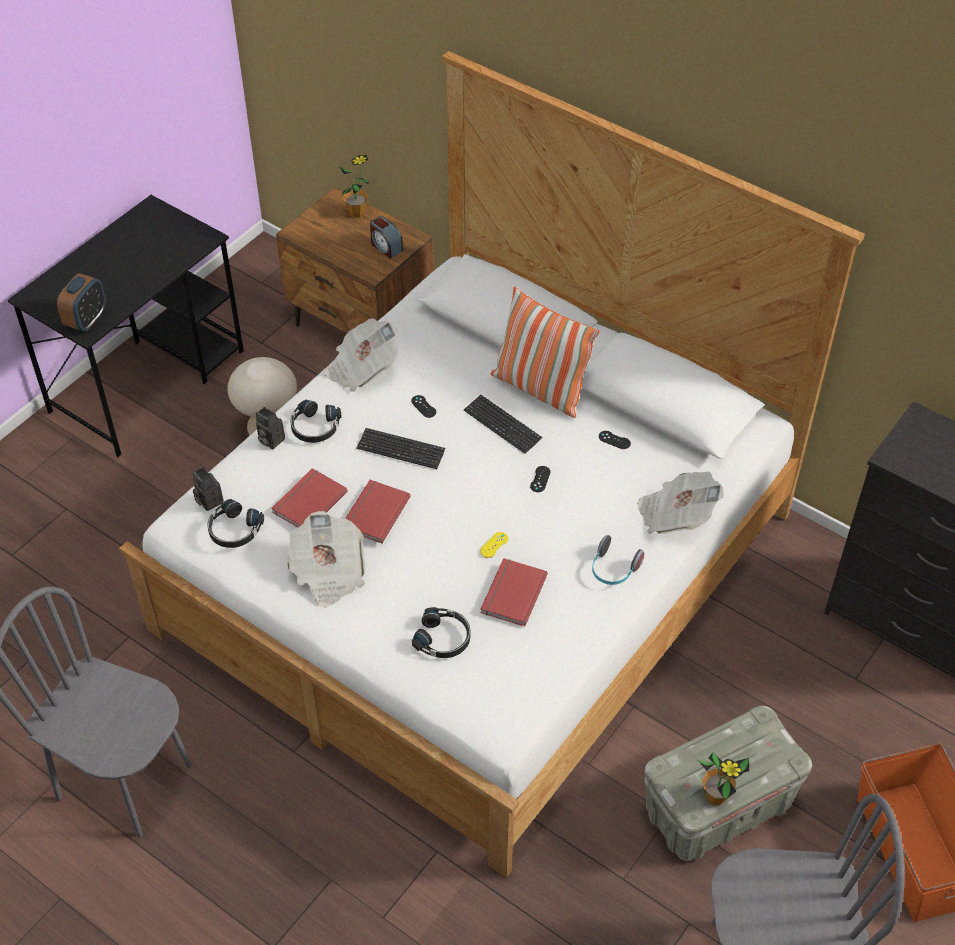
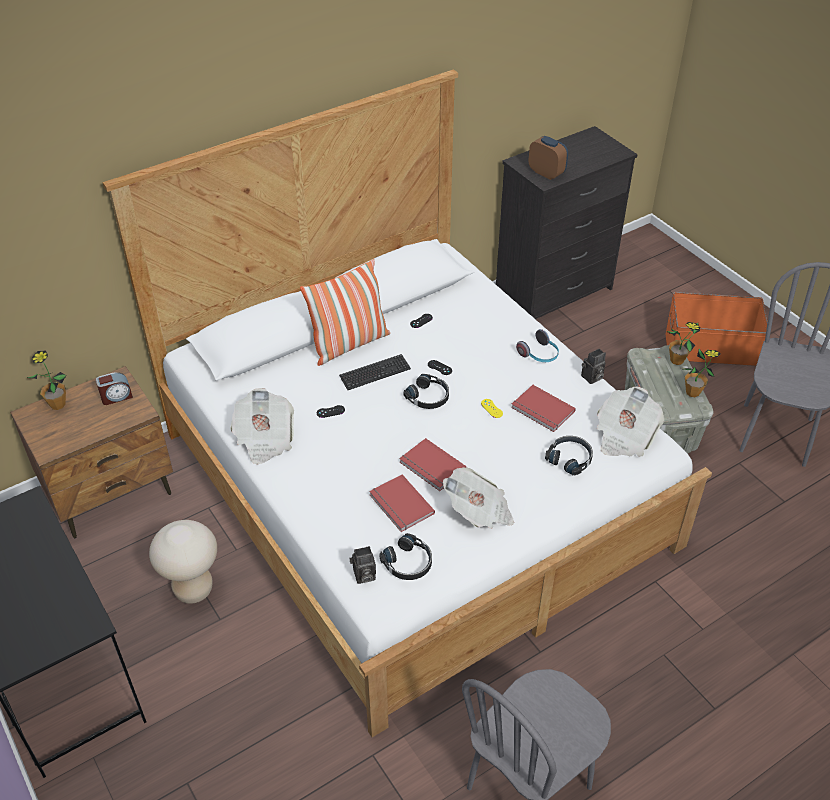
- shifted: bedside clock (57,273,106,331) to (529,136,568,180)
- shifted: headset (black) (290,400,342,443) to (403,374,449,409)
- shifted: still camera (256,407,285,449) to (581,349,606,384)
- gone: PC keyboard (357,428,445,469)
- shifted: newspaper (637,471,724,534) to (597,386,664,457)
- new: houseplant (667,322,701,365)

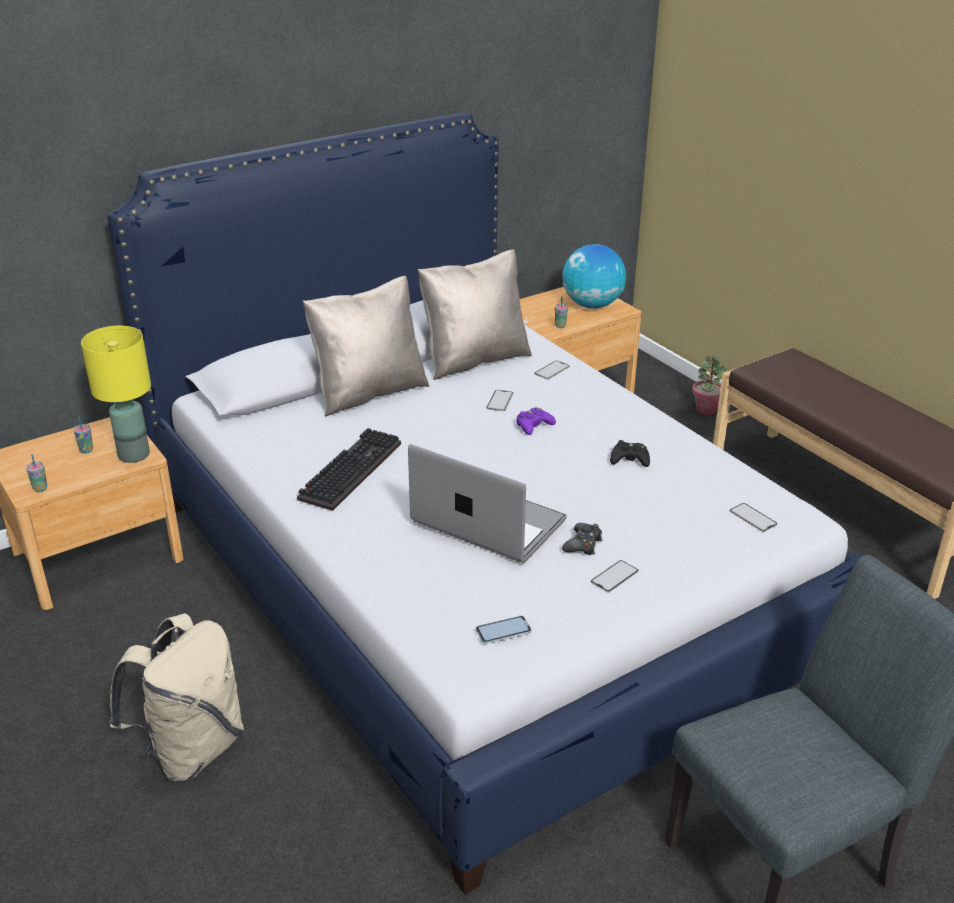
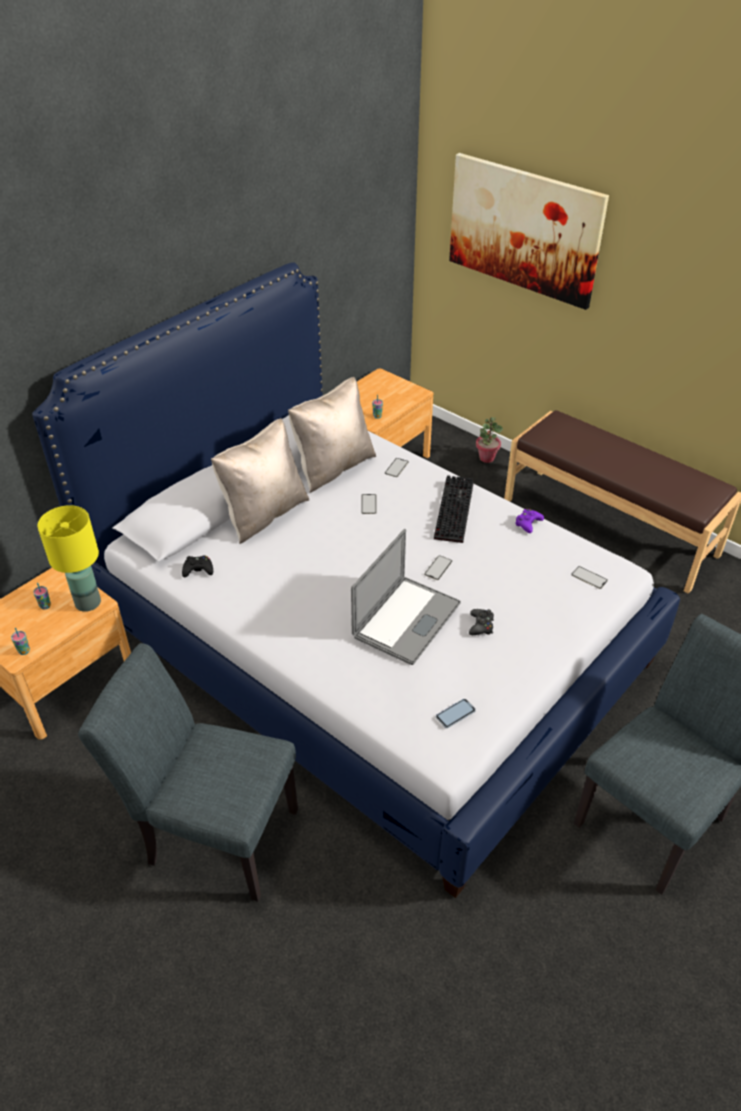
- gone: world globe (563,244,626,308)
- shifted: joypad (purple) (517,407,556,435) to (515,508,544,533)
- shifted: PC keyboard (297,428,401,511) to (434,475,474,543)
- shifted: joypad (black) (610,440,650,467) to (182,555,213,577)
- rotated: notebook computer (408,444,567,564) = (351,529,461,665) 105 degrees clockwise
- shifted: phone (591,560,638,592) to (424,555,452,580)
- swapped: backpack (beige-coloured) (109,613,244,783) to upright chair (grey) (78,643,298,902)
- new: picture (449,153,609,310)

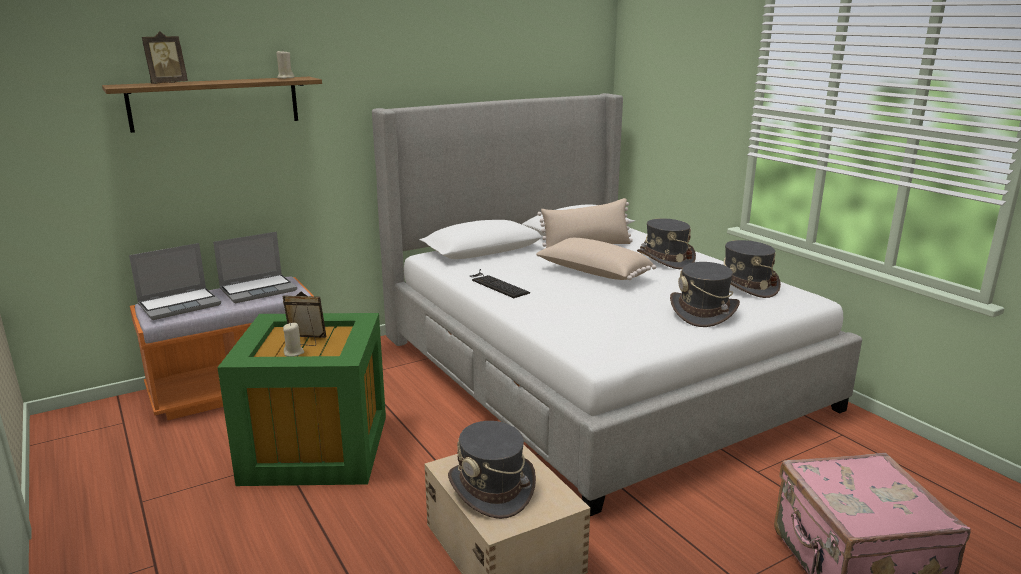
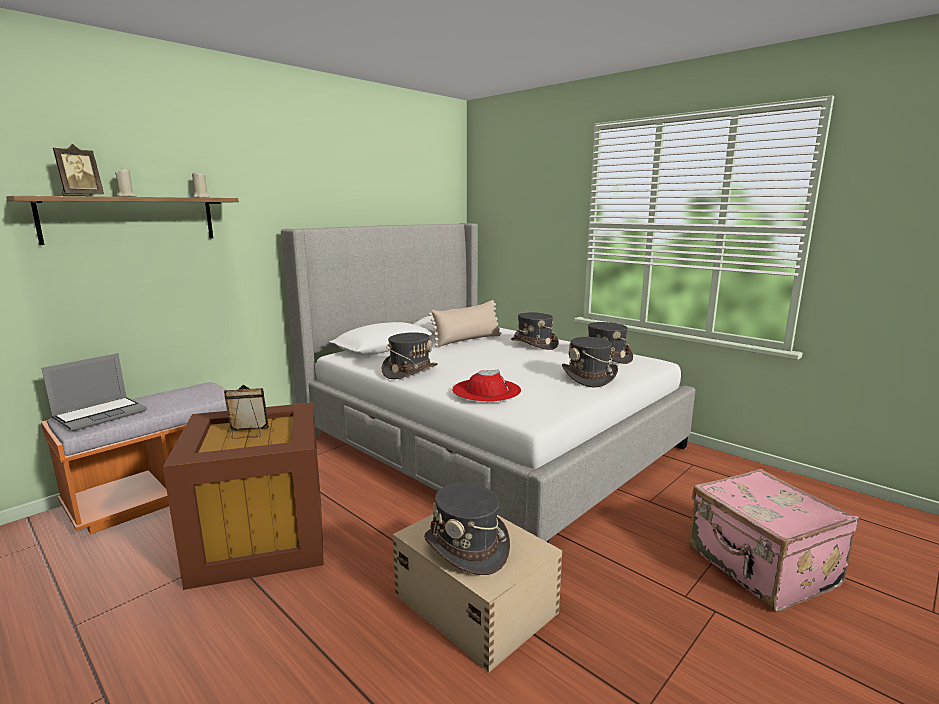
- gone: notebook computer (213,232,297,303)
- gone: throw pillow (beige-coloured) (536,238,656,280)
- swapped: PC keyboard (470,269,530,298) to clothing hat (grey) (382,332,438,379)
- repainted: storage bin (greenish) (217,313,386,486) to storage bin (brown) (163,403,324,590)
- shifted: candle (beige-coloured) (283,323,304,357) to (115,169,136,197)
- new: clothing hat (red-coloured) (452,369,521,402)

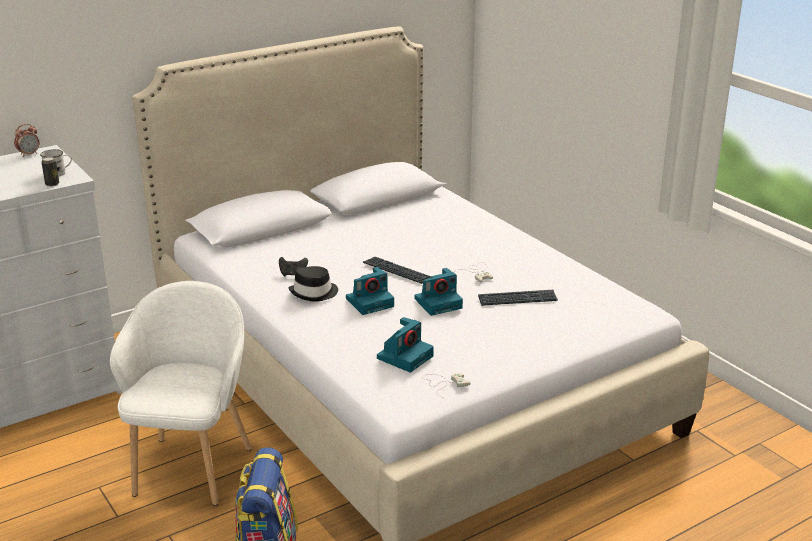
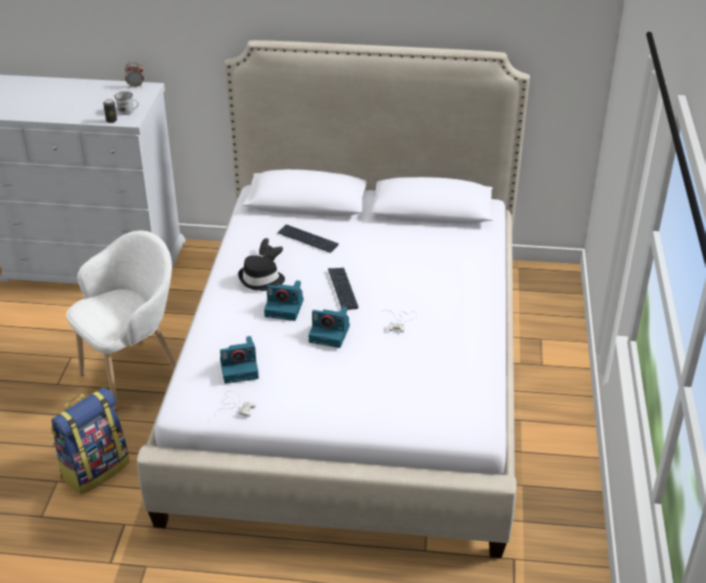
- shifted: PC keyboard (478,290,558,306) to (277,224,339,253)

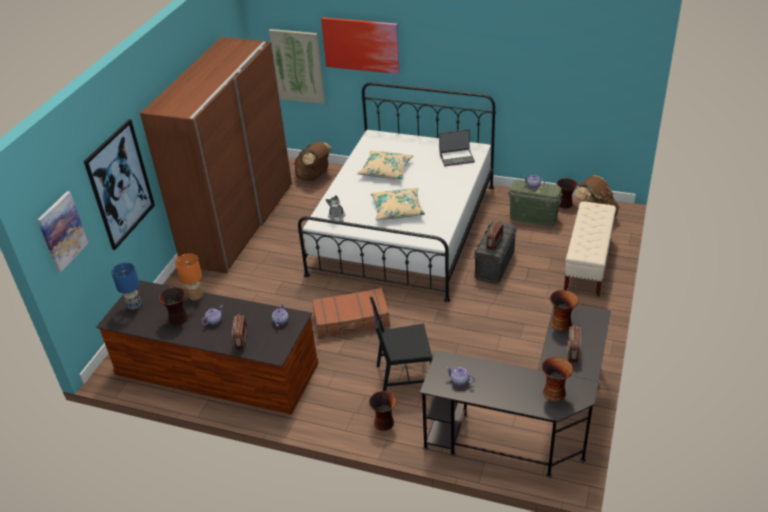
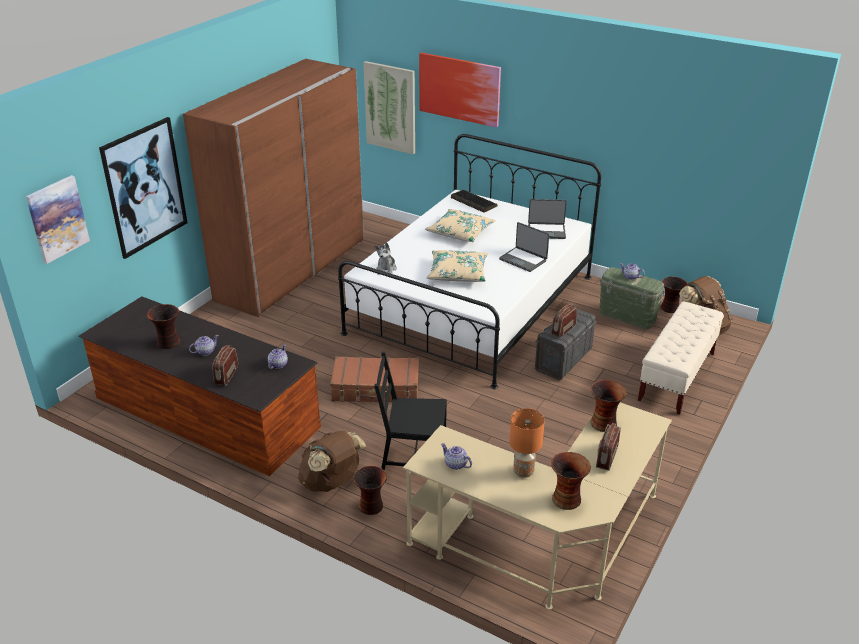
- shifted: backpack (brown) (294,141,333,181) to (298,431,366,492)
- shifted: lamp for a table (orange) (175,253,203,301) to (509,408,545,478)
- gone: lamp for a table (bluish) (111,262,141,310)
- repainted: desk table (black) (420,305,611,478) to desk table (beige-coloured) (403,402,672,610)
- new: PC keyboard (451,190,498,213)
- new: notebook computer (499,222,549,272)

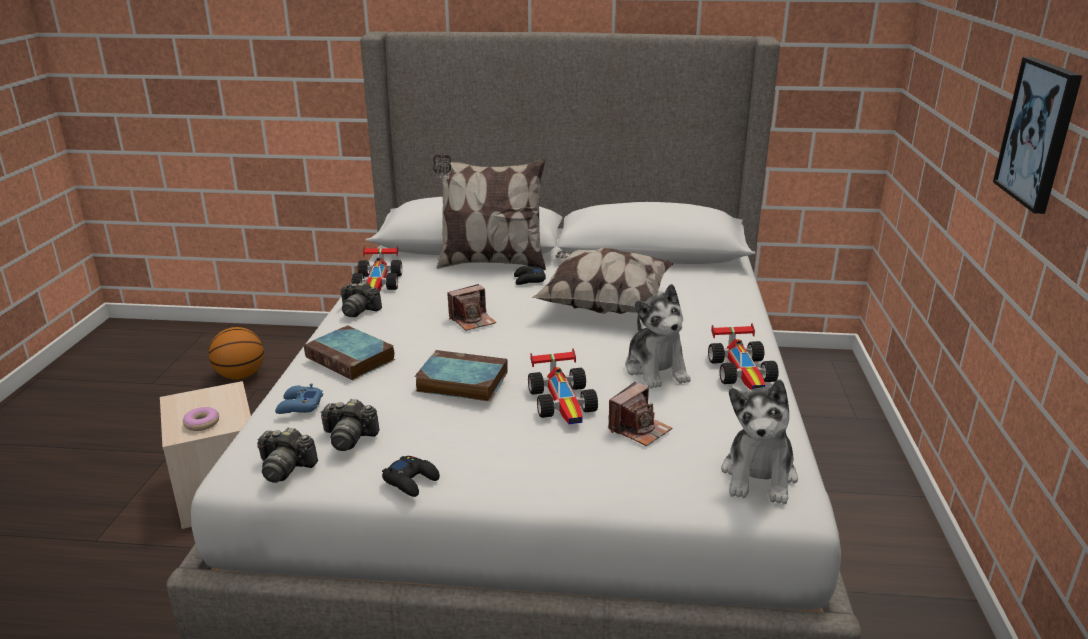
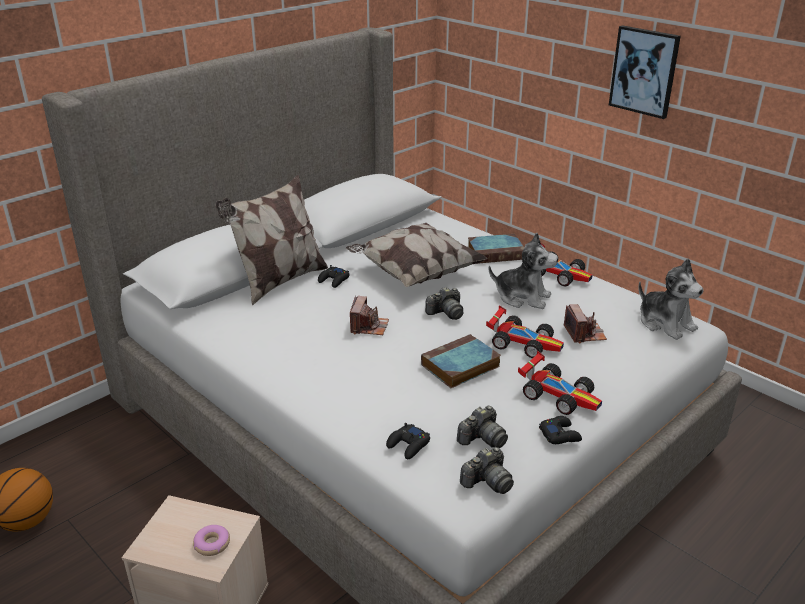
- shifted: toy car (352,246,402,291) to (518,351,602,415)
- shifted: still camera (341,281,382,317) to (425,287,463,320)
- shifted: book (304,325,395,380) to (468,234,524,264)
- repainted: joypad (bluish) (275,383,323,414) to joypad (black) (386,423,430,459)

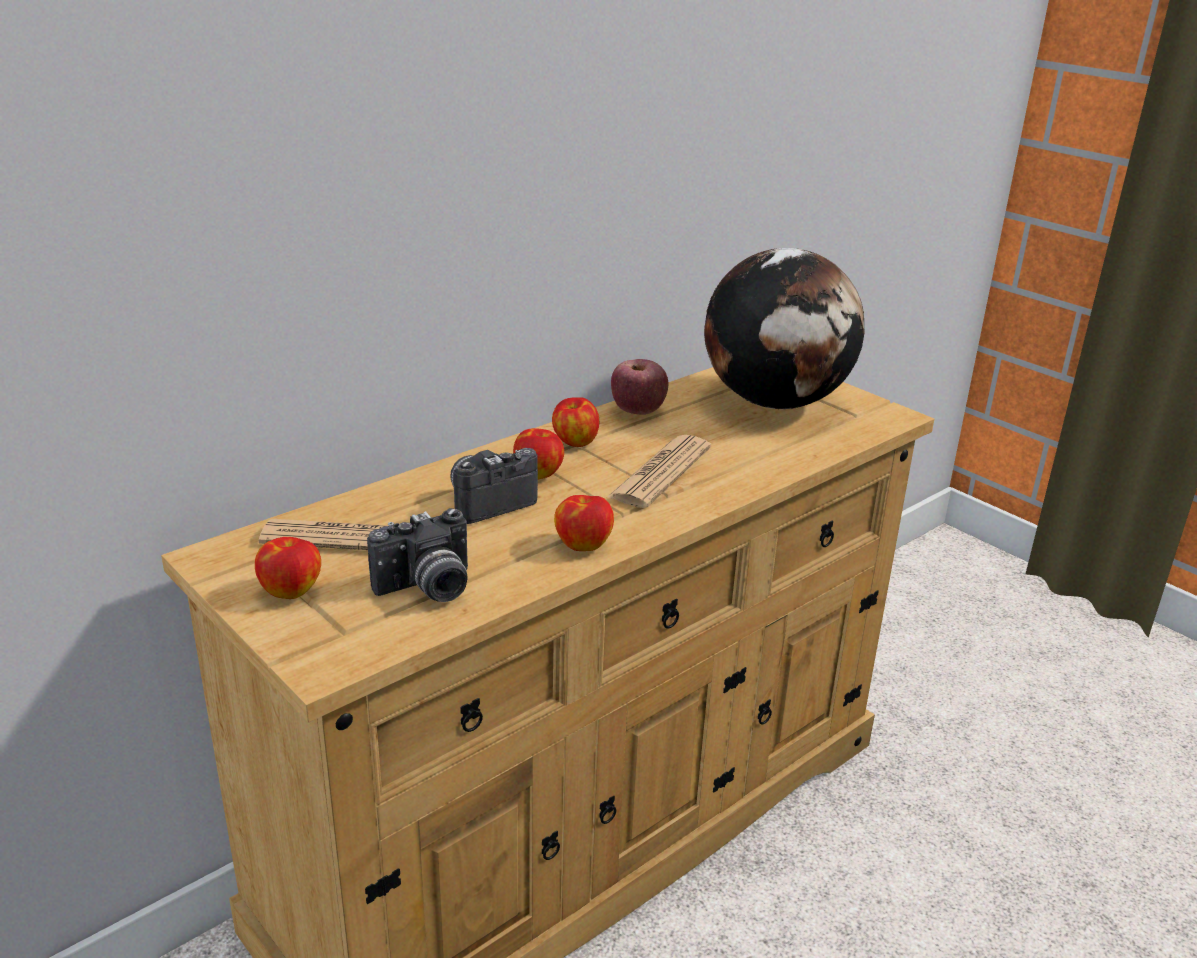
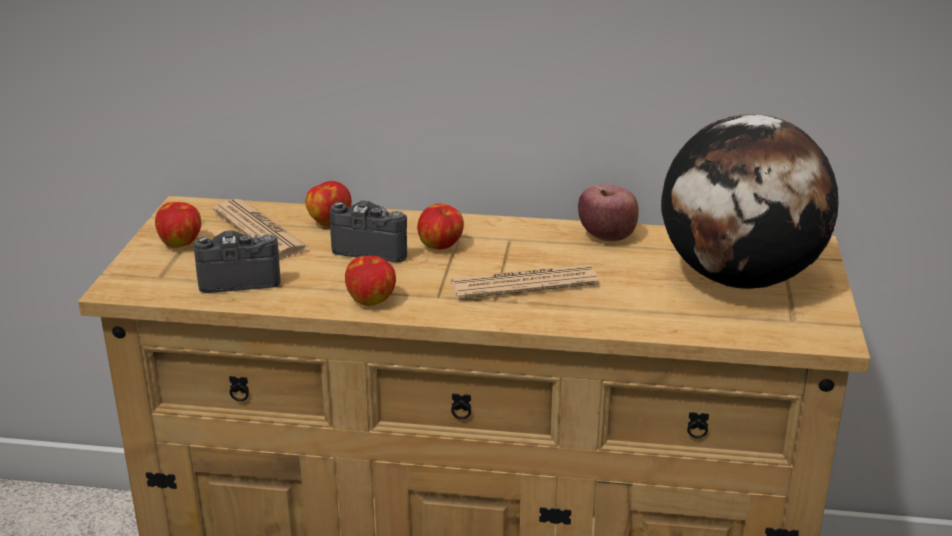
- shifted: whole apple (552,397,599,447) to (305,181,352,226)
- rotated: still camera (367,508,468,602) = (194,230,281,293) 150 degrees clockwise

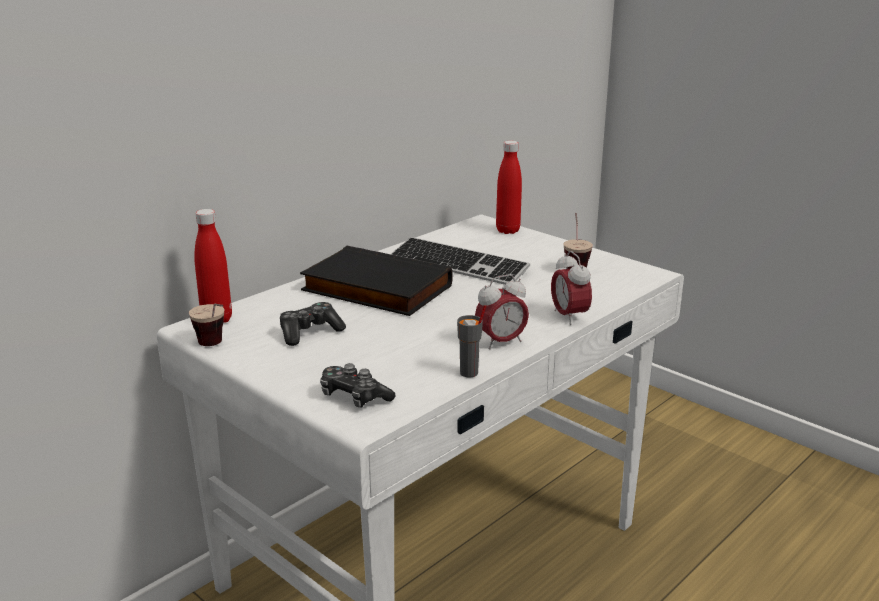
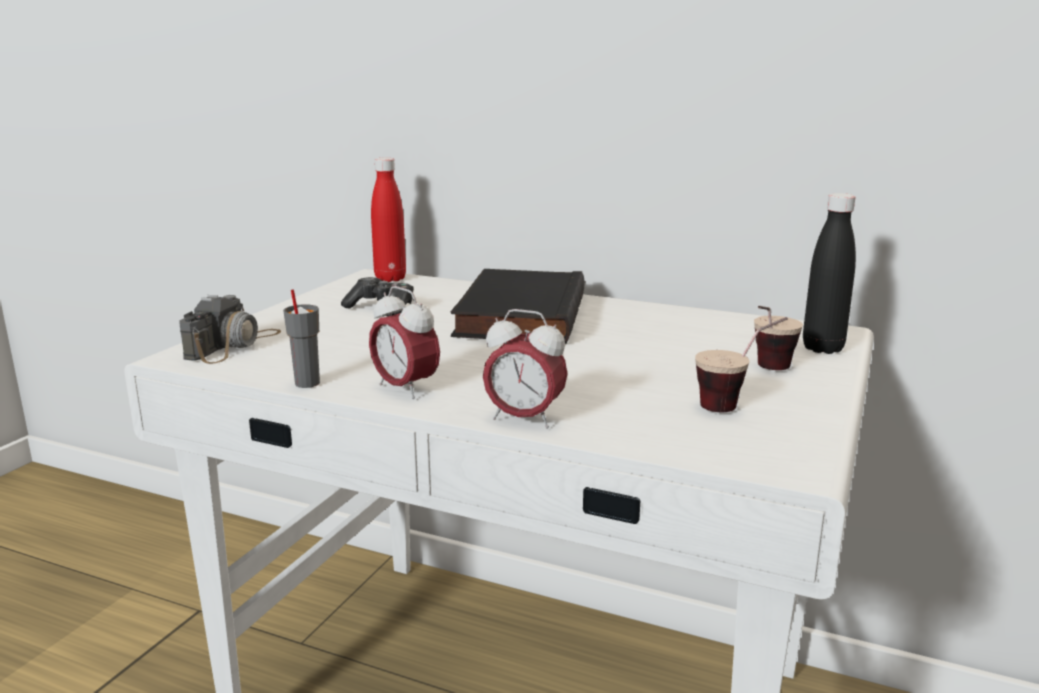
- repainted: beverage bottle (red-coloured) (496,141,522,234) to beverage bottle (black) (803,193,856,354)
- gone: PC keyboard (391,237,530,285)
- rotated: bedside clock (551,251,592,325) = (483,309,568,429) 120 degrees counterclockwise
- shifted: small cup (189,303,224,346) to (754,306,803,370)
- swapped: joypad (320,363,395,408) to still camera (179,295,281,364)

